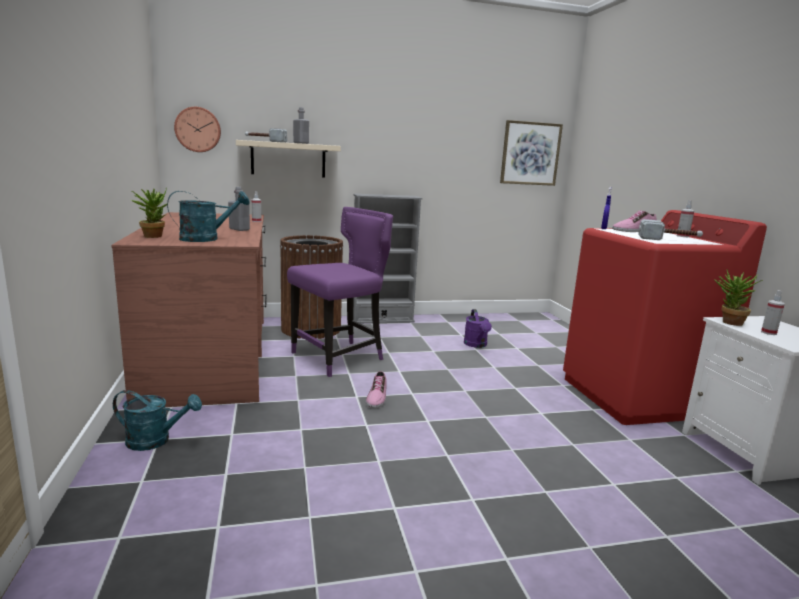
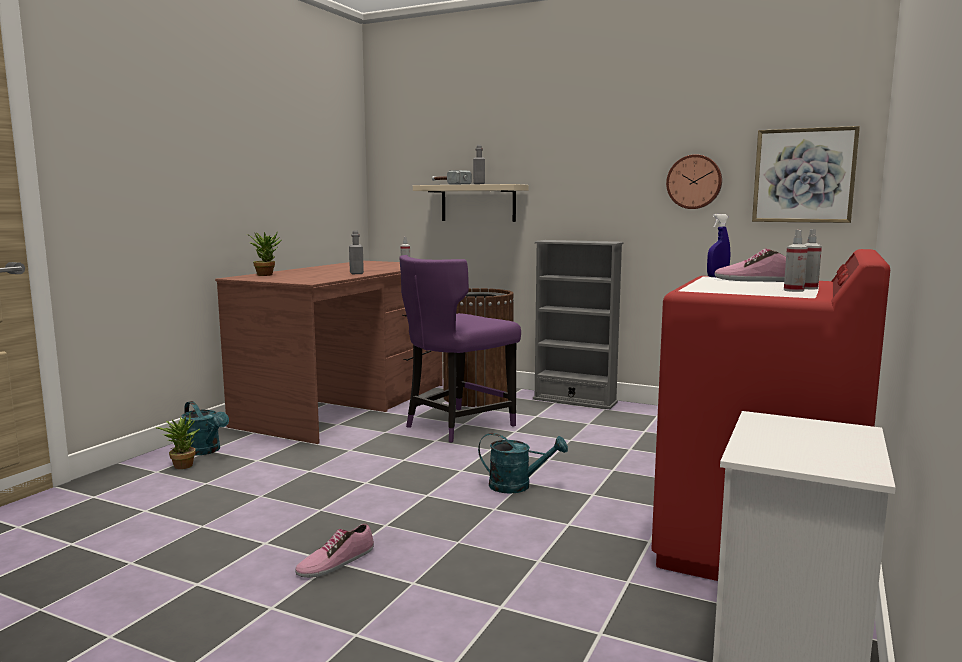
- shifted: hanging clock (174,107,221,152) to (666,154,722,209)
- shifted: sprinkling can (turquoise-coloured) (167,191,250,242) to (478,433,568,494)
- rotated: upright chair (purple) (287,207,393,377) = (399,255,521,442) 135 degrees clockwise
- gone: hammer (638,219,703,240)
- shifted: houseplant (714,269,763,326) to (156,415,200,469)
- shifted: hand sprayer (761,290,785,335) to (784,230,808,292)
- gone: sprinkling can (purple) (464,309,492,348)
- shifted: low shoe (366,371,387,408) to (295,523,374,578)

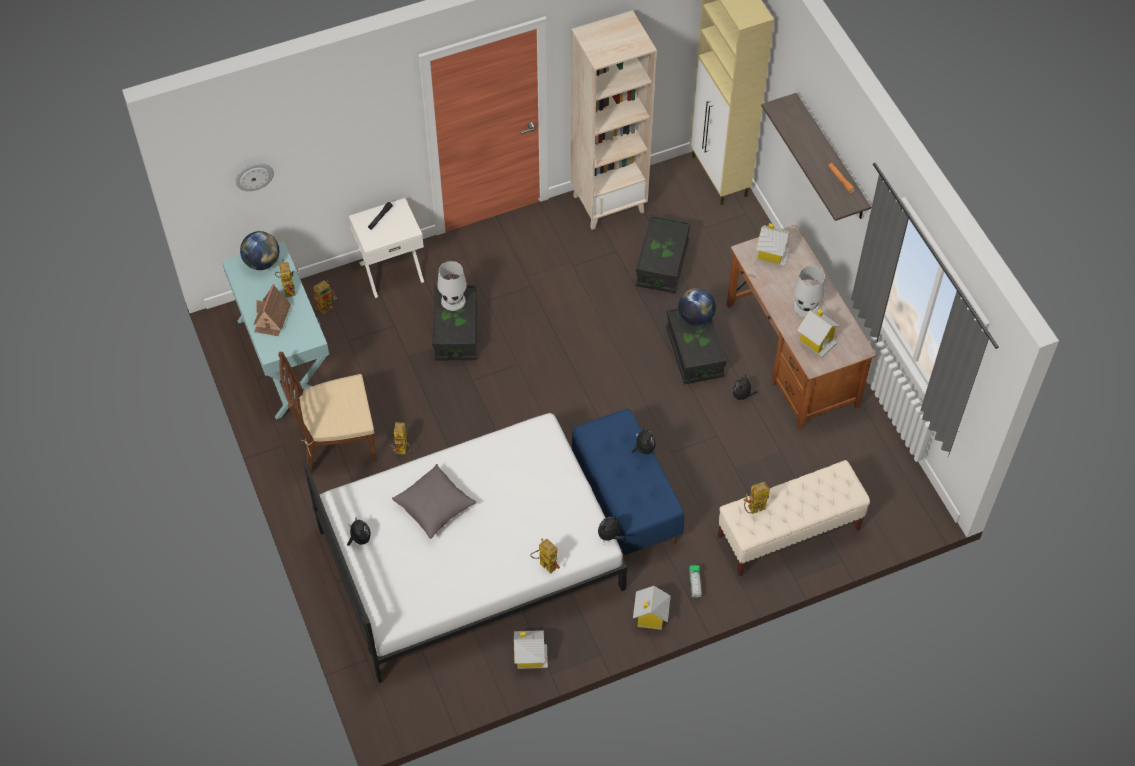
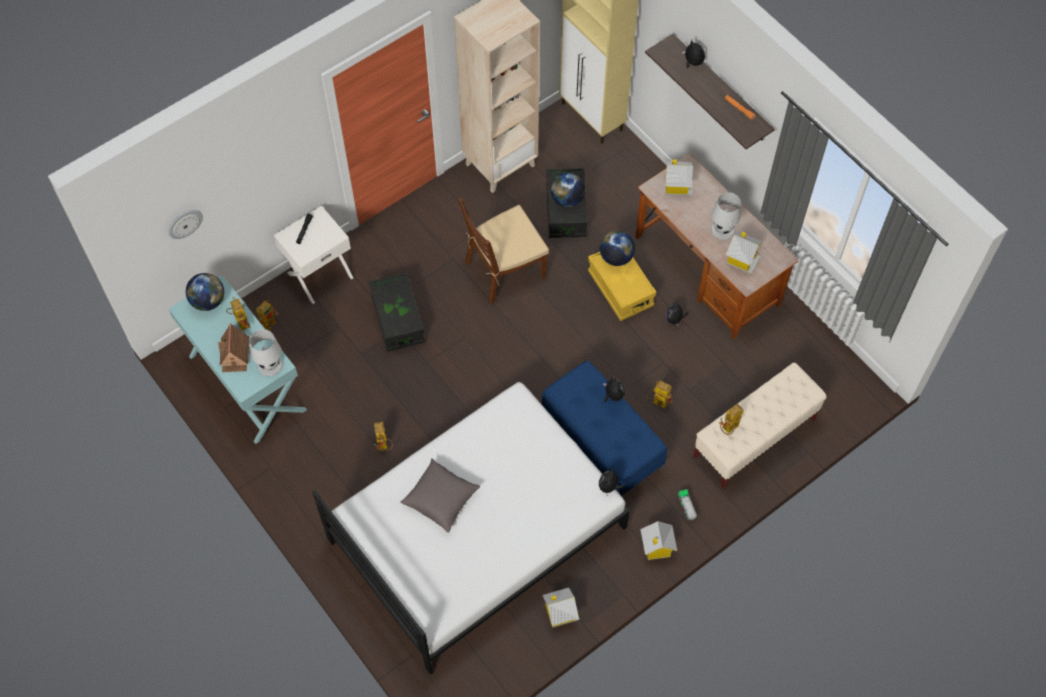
- shifted: lamp for a table (white-coloured) (437,261,467,311) to (250,329,283,376)
- repainted: storage bin (black) (666,309,727,384) to storage bin (yellow) (588,252,656,321)
- shifted: upright chair (brown) (278,352,377,474) to (458,198,549,304)
- shifted: cuddly toy (347,517,371,546) to (682,40,705,68)
- shifted: toy robot (530,539,560,574) to (646,380,673,409)
- new: world globe (551,173,585,207)

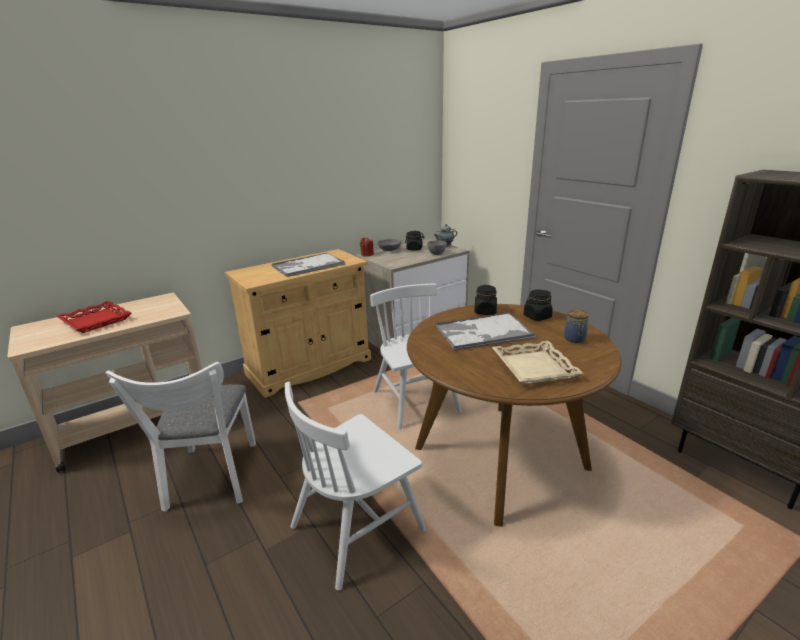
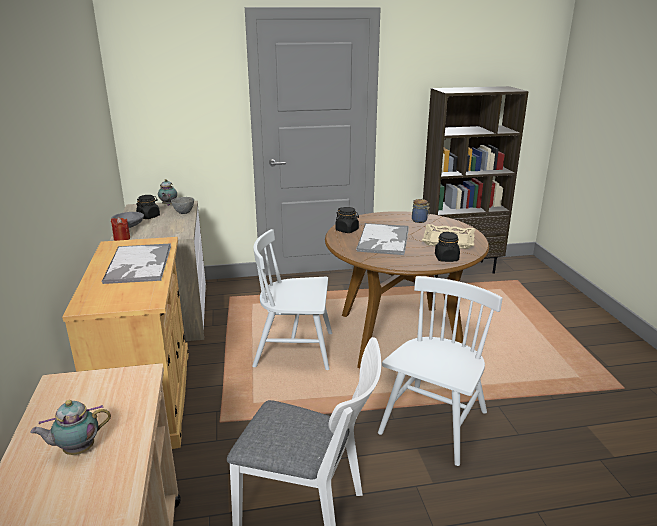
- shifted: preserve jar (black) (524,290,553,321) to (435,232,460,262)
- swapped: serving tray (red-coloured) (56,301,132,333) to teapot (30,400,111,455)
- rotated: upright chair (white-coloured) (285,382,426,591) = (378,276,503,466) 135 degrees counterclockwise

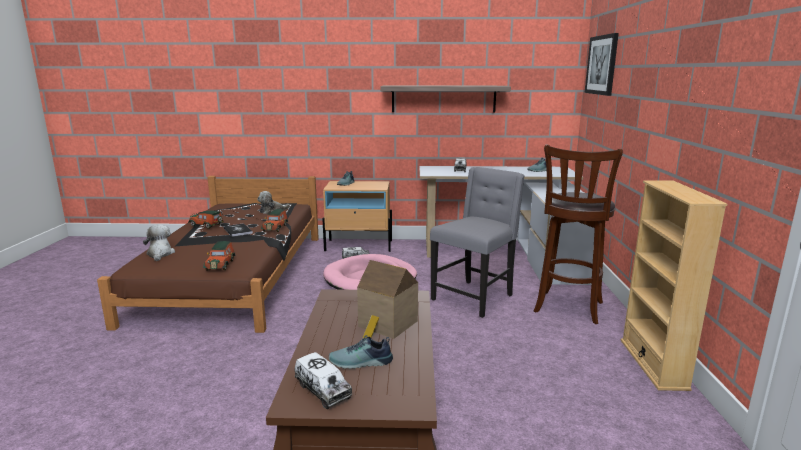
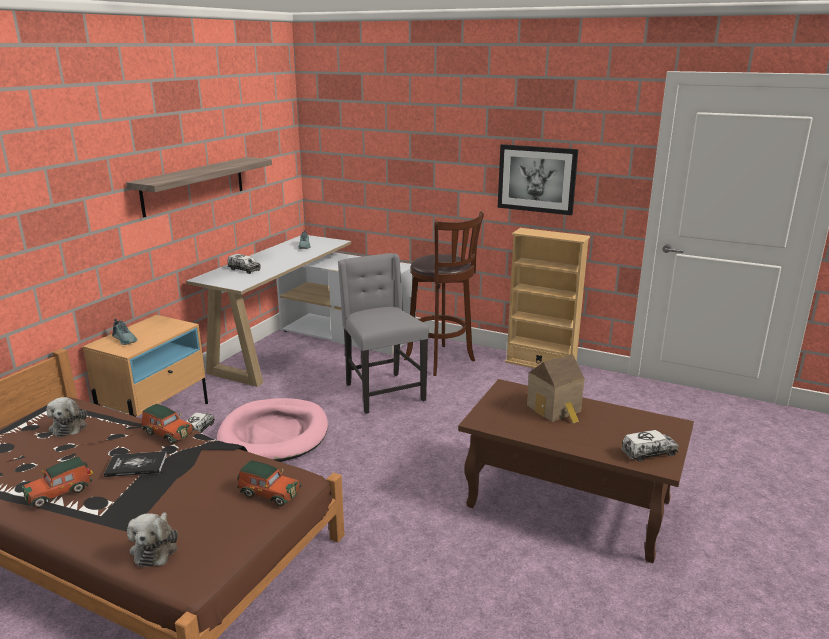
- shifted: picture (585,33,619,96) to (498,144,578,215)
- rotated: cuddly toy (143,225,175,261) = (127,513,178,567) 105 degrees counterclockwise
- gone: low shoe (329,335,393,369)

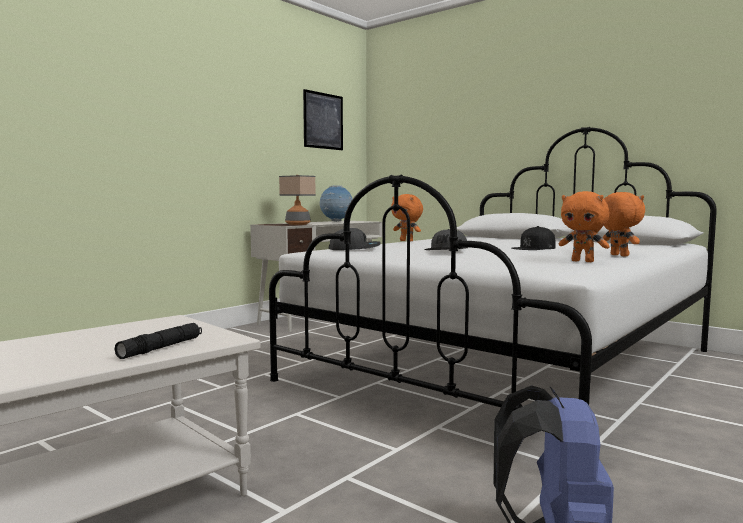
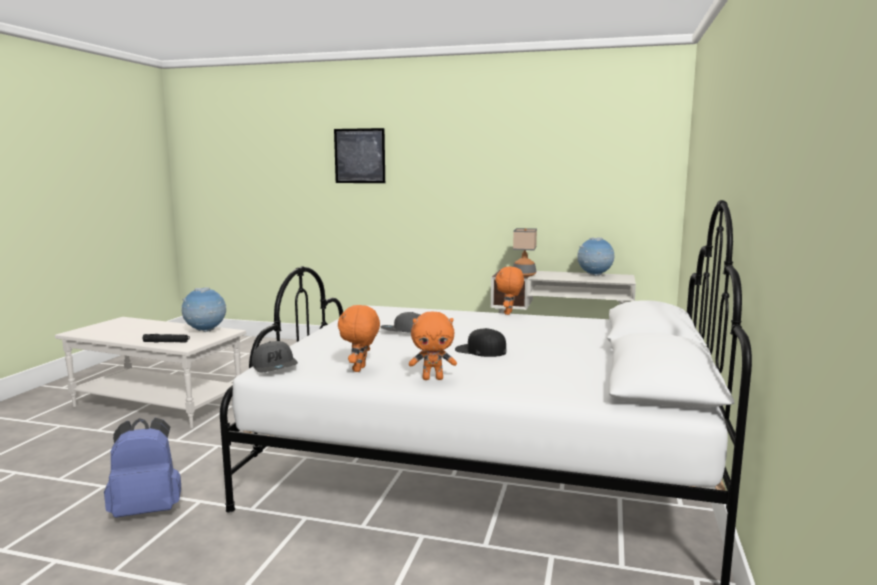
- shifted: picture (303,89,343,150) to (334,128,385,183)
- rotated: cuddly toy (orange) (602,192,645,256) = (409,311,457,380) 45 degrees clockwise
- shifted: peaked cap (grey) (329,228,381,250) to (252,341,298,372)
- new: world globe (181,287,227,332)

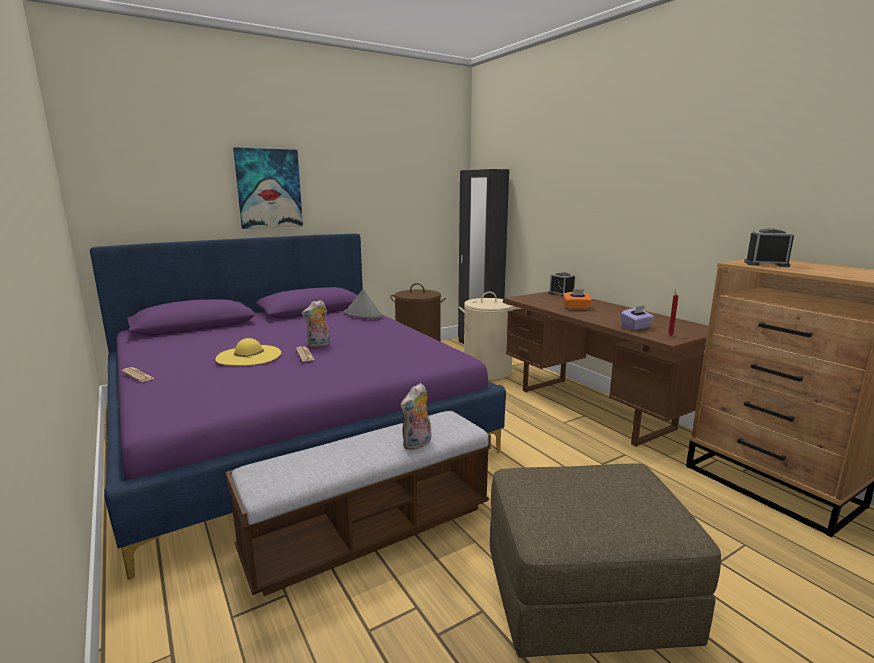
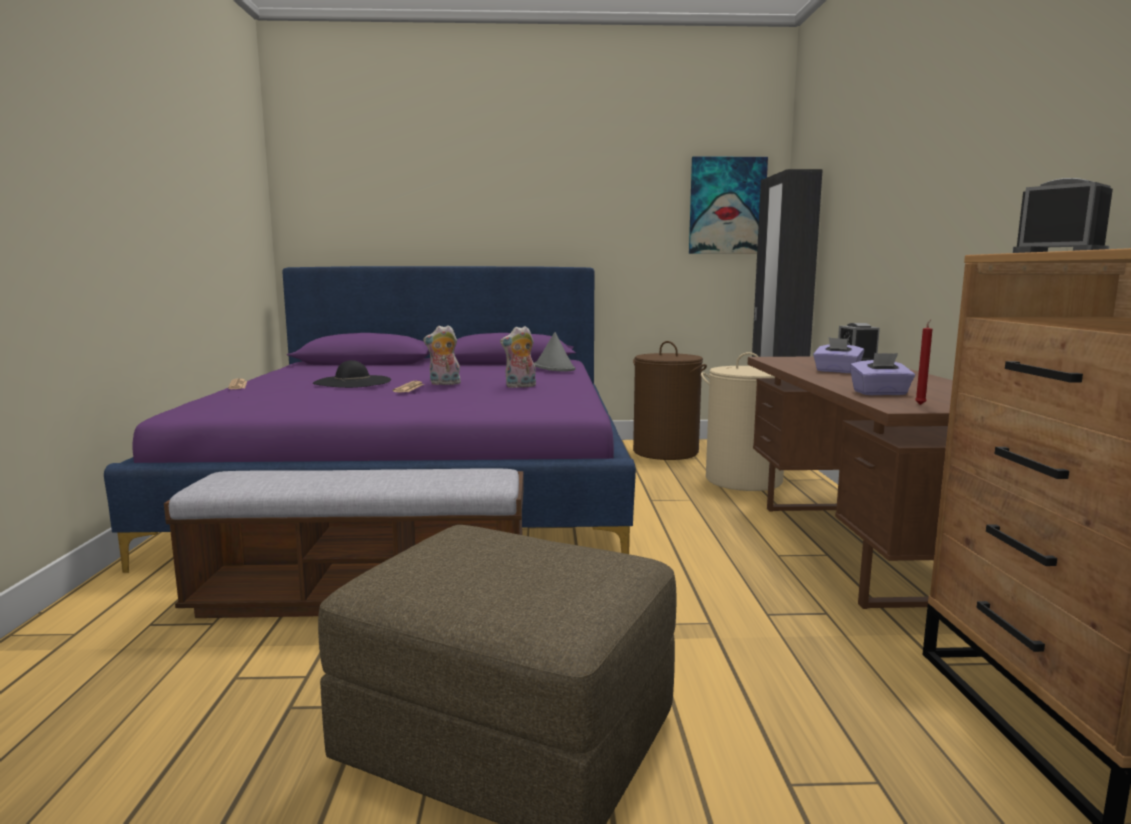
- shifted: picture (233,147,303,229) to (689,156,768,254)
- repainted: tissue box (orange) (563,289,592,310) to tissue box (purple) (813,337,864,373)
- repainted: clothing hat (yellow) (215,338,281,365) to clothing hat (black) (313,360,391,388)
- shifted: cuddly toy (401,383,431,450) to (500,326,536,388)

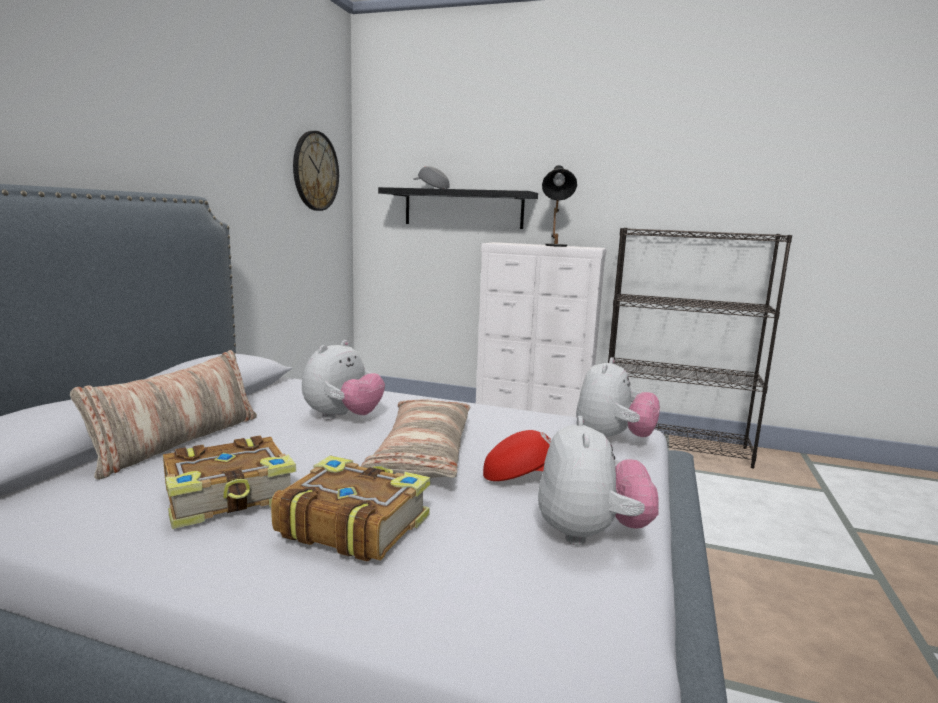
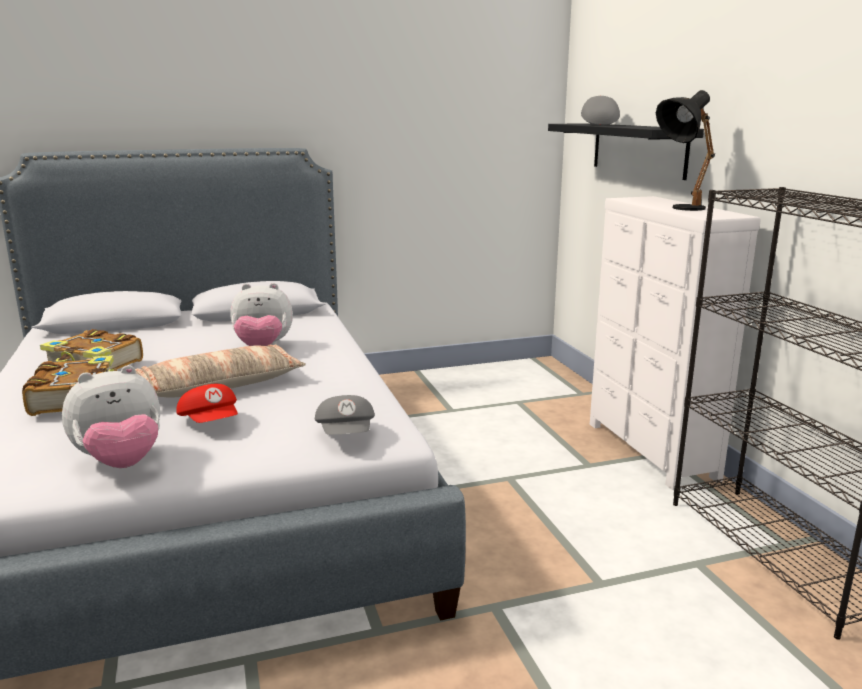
- gone: hanging clock (293,131,339,211)
- gone: throw pillow (70,350,257,480)
- swapped: cuddly toy (576,357,660,438) to peaked cap (grey) (315,395,375,435)

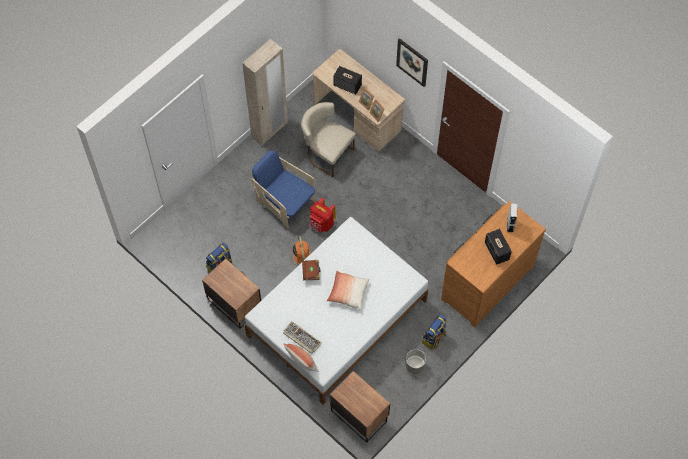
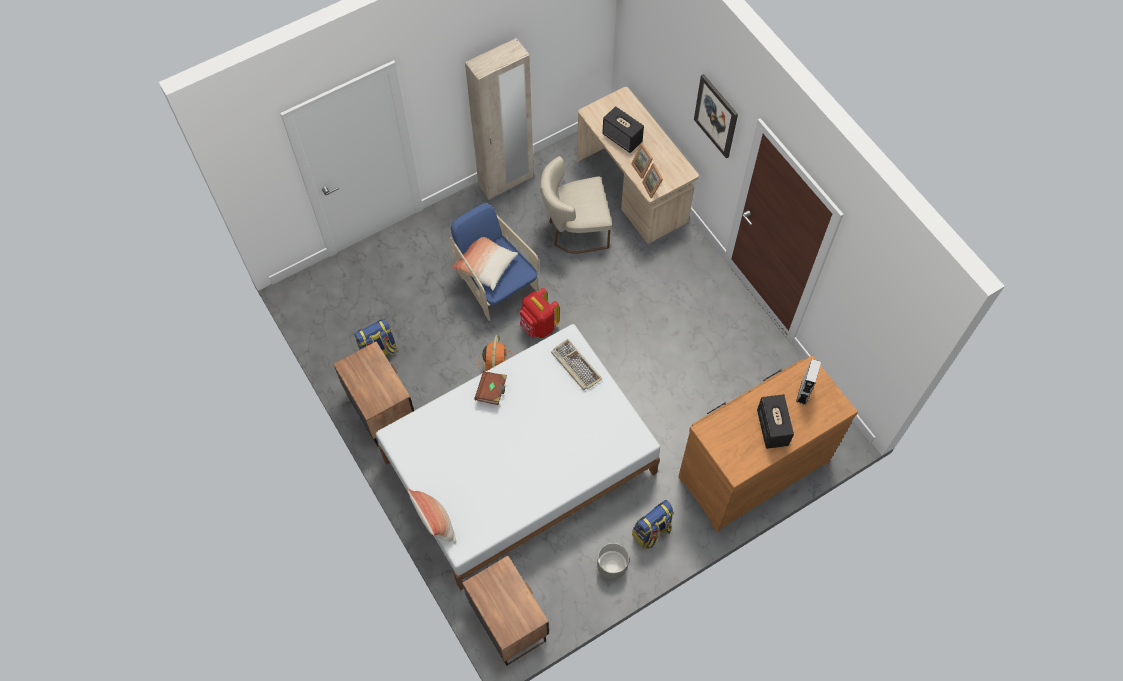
- rotated: upright chair (beige-coloured) (301,102,356,177) = (540,156,612,254) 60 degrees counterclockwise
- shifted: throw pillow (327,271,369,310) to (452,237,518,290)
- shifted: PC keyboard (283,321,322,354) to (551,339,602,390)

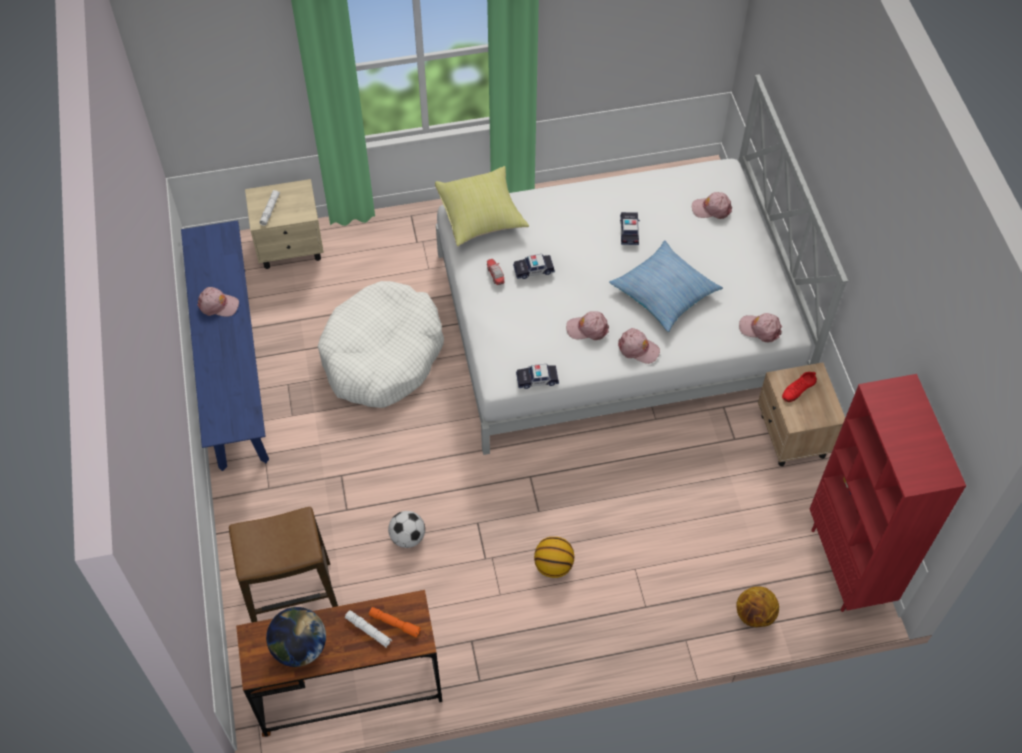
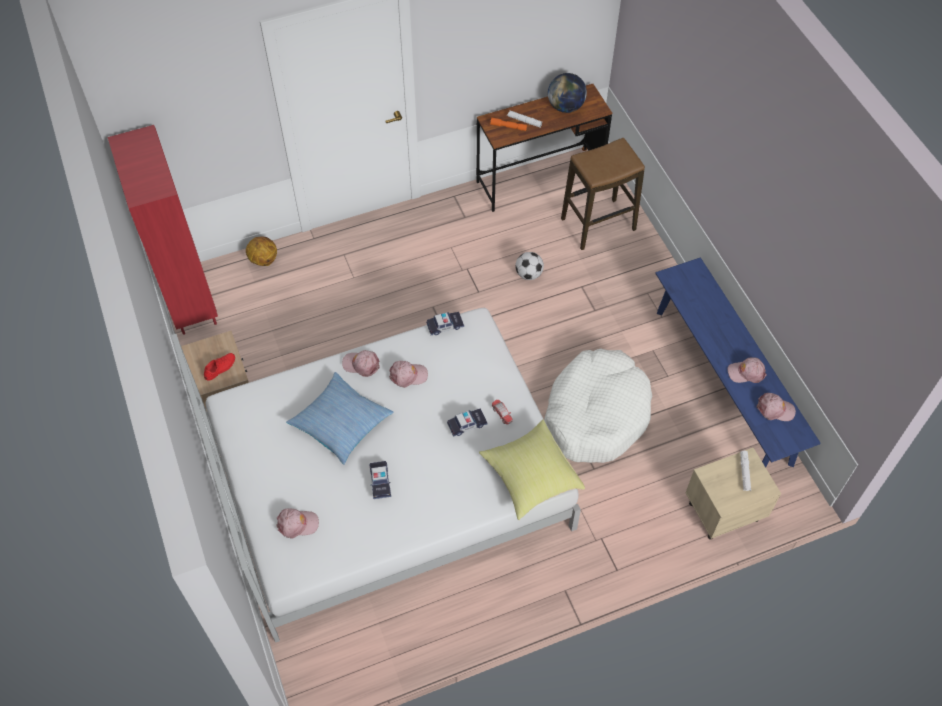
- shifted: peaked cap (pink-coloured) (739,313,782,343) to (756,393,796,421)
- gone: basketball (534,537,574,578)

